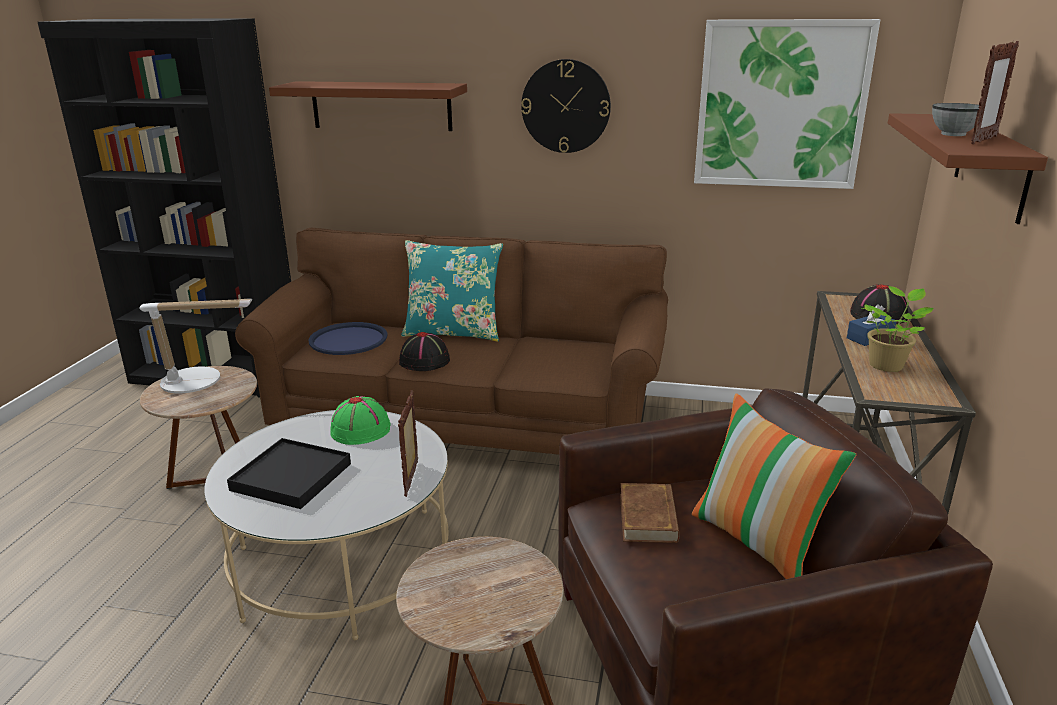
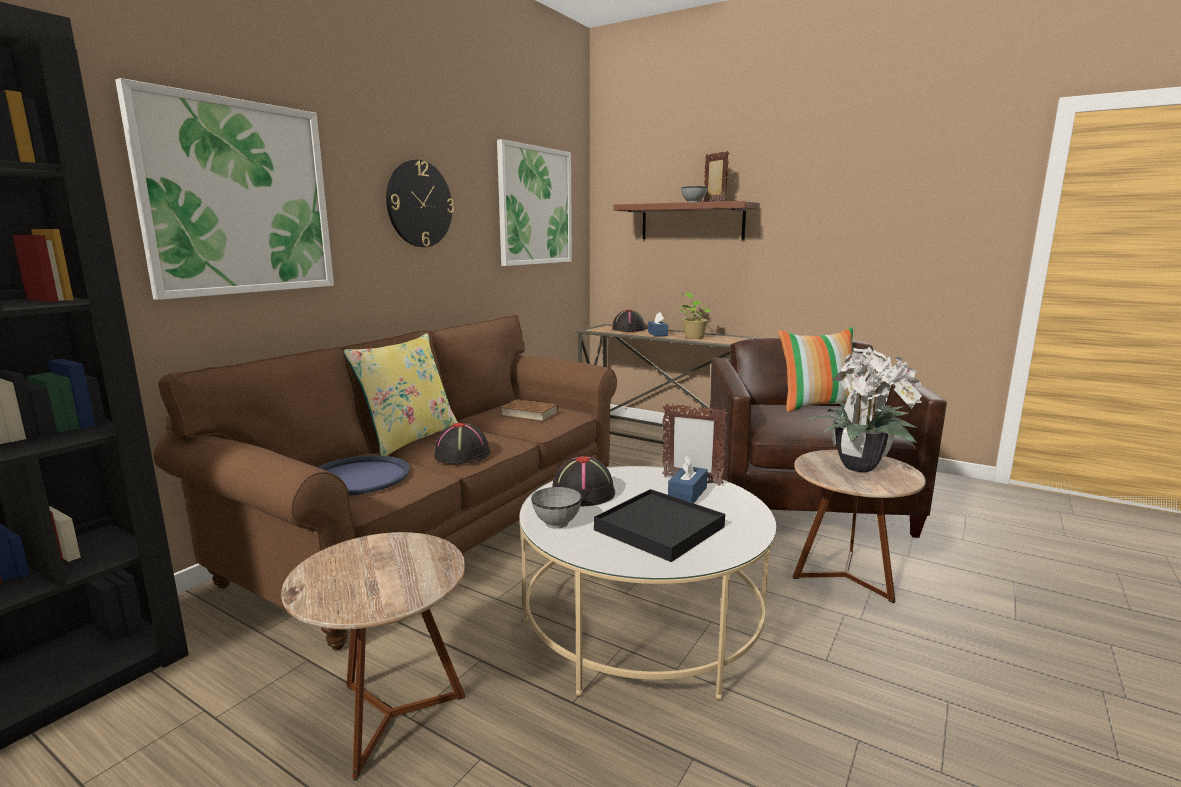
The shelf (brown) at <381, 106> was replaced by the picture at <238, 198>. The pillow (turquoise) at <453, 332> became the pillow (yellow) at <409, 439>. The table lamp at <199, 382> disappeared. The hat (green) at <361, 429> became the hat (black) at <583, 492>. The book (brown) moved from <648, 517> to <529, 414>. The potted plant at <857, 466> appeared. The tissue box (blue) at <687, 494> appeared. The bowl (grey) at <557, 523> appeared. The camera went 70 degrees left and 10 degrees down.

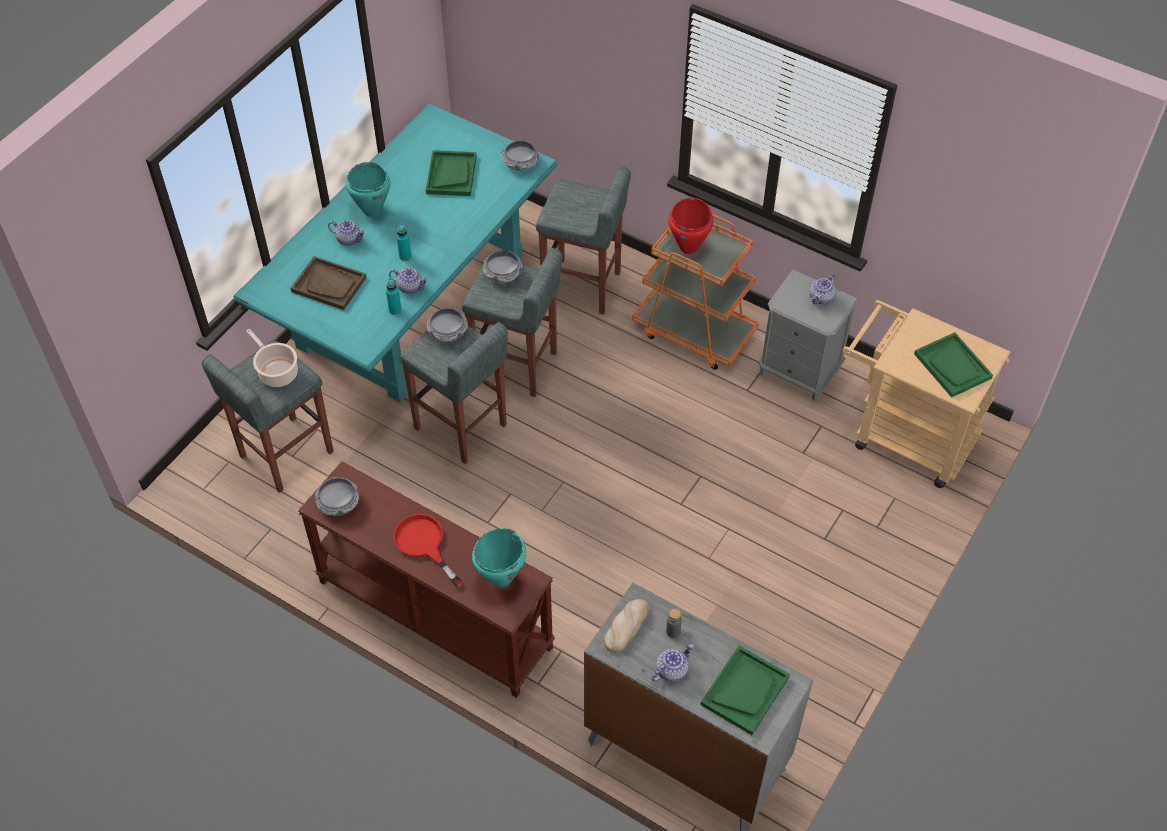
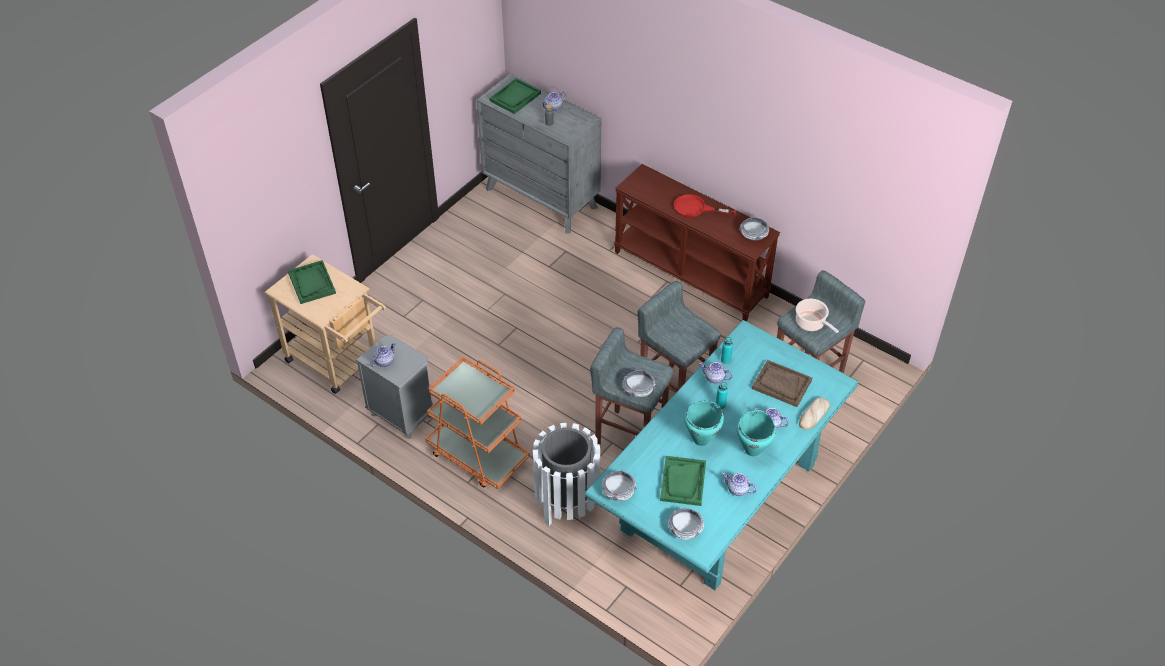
The stool (grey) at <582, 287> was replaced by the trash can (white) at <567, 503>. The cooking pot (red) at <689, 247> disappeared. The bowl moved from <447, 331> to <685, 528>. The frying pan (red) at <424, 544> turned 135 degrees clockwise. The cooking pot (turquoise) moved from <501, 578> to <701, 439>. The bread moved from <626, 626> to <814, 415>. The teapot at <737, 489> appeared. The camera went 175 degrees left and 5 degrees down.

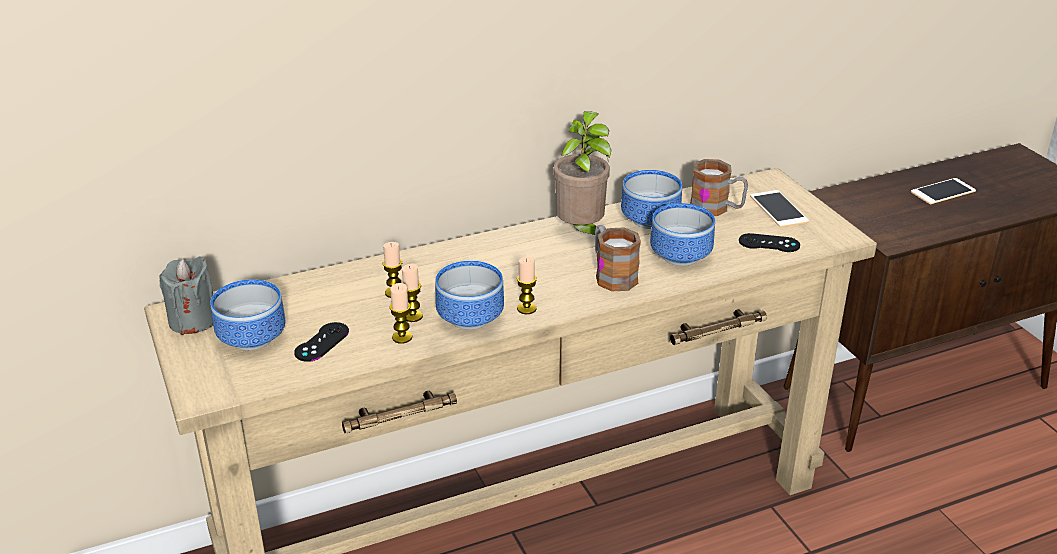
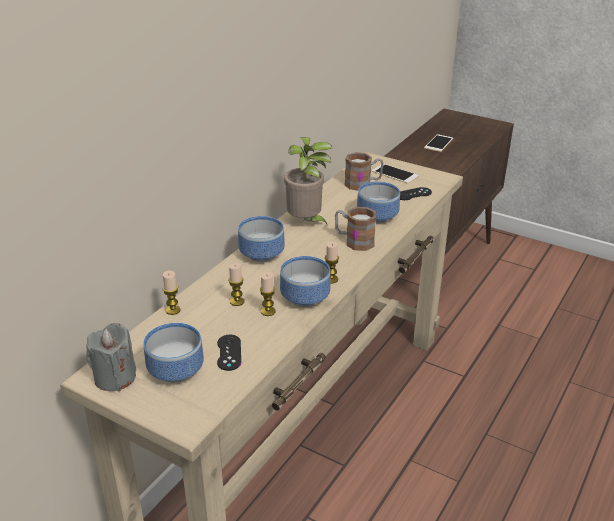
The bowl moved from <647, 220> to <259, 255>. The candle moved from <402, 337> to <173, 310>. The camera went 35 degrees left and 0 degrees up.

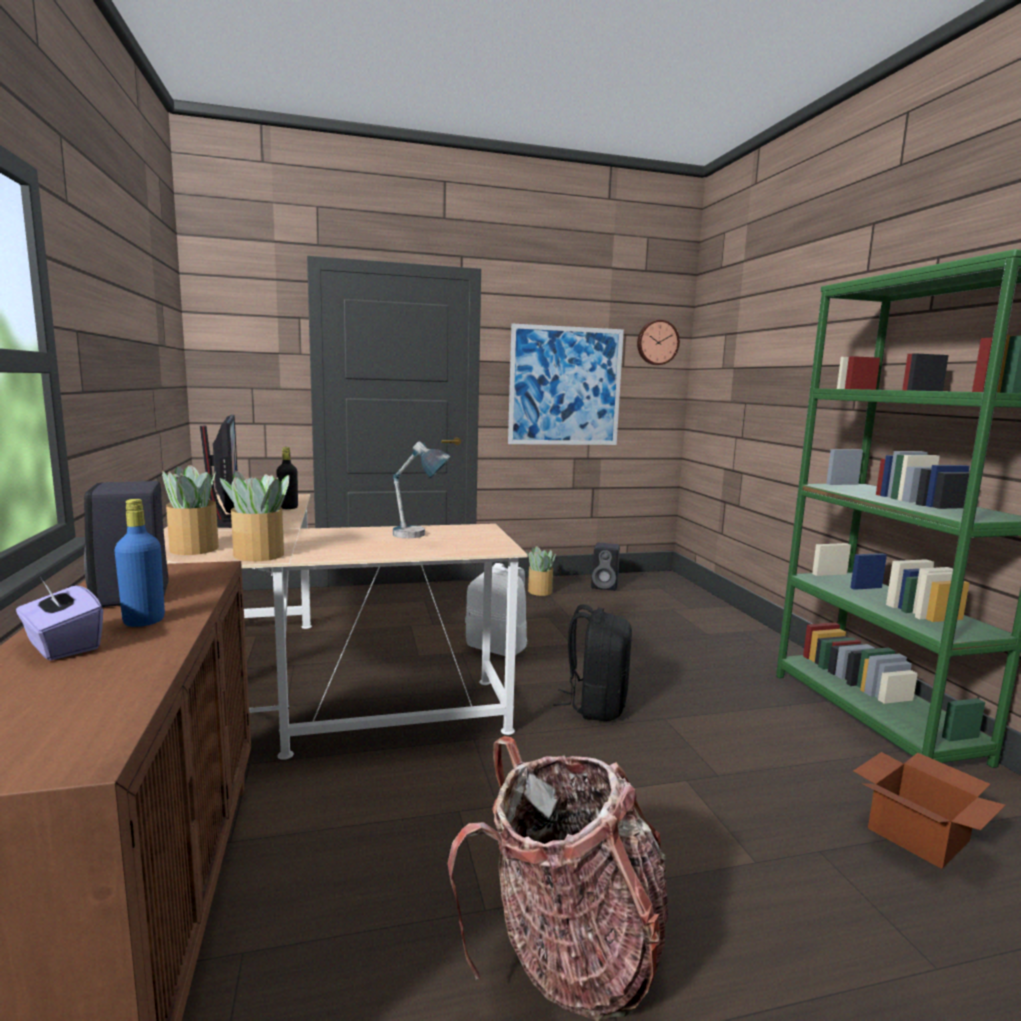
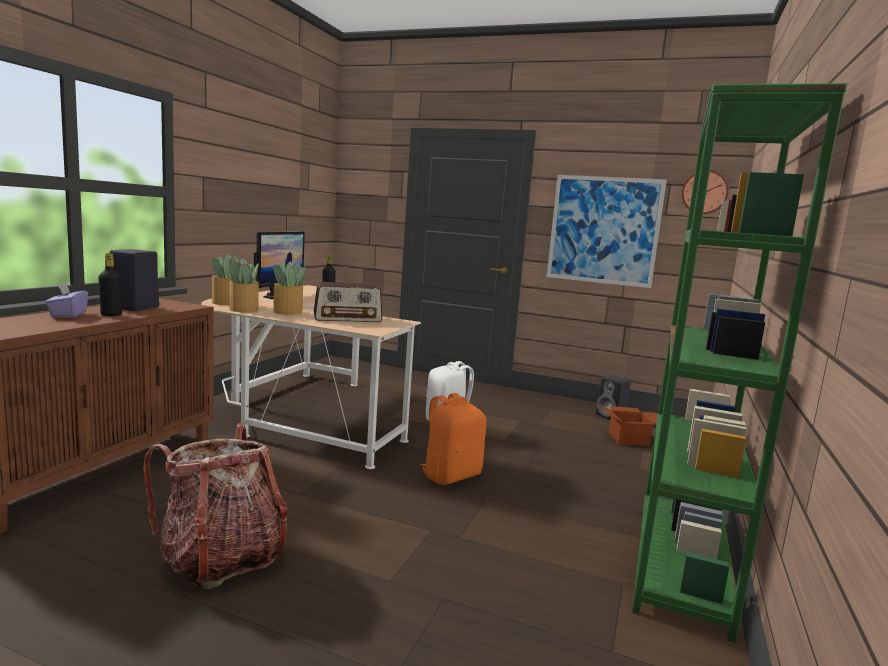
The table lamp at <418, 537> was replaced by the radio at <347, 318>. The bottle (blue) at <144, 621> became the bottle (black) at <111, 315>. The potted plant moved from <540, 591> to <287, 312>. The backpack (black) at <595, 705> became the backpack (orange) at <451, 475>. The cardboard box moved from <920, 835> to <629, 439>. The camera went 35 degrees right and 0 degrees up.

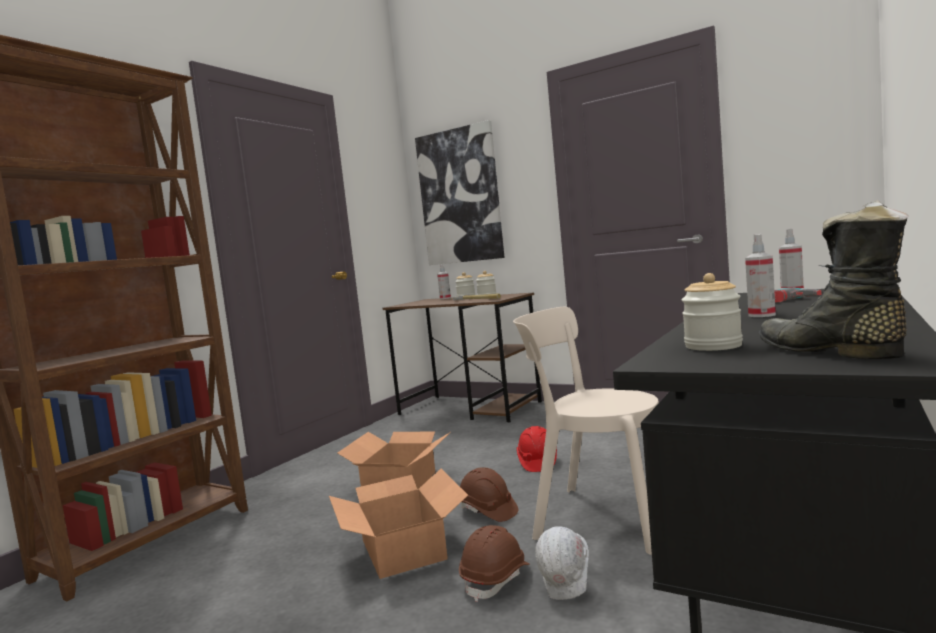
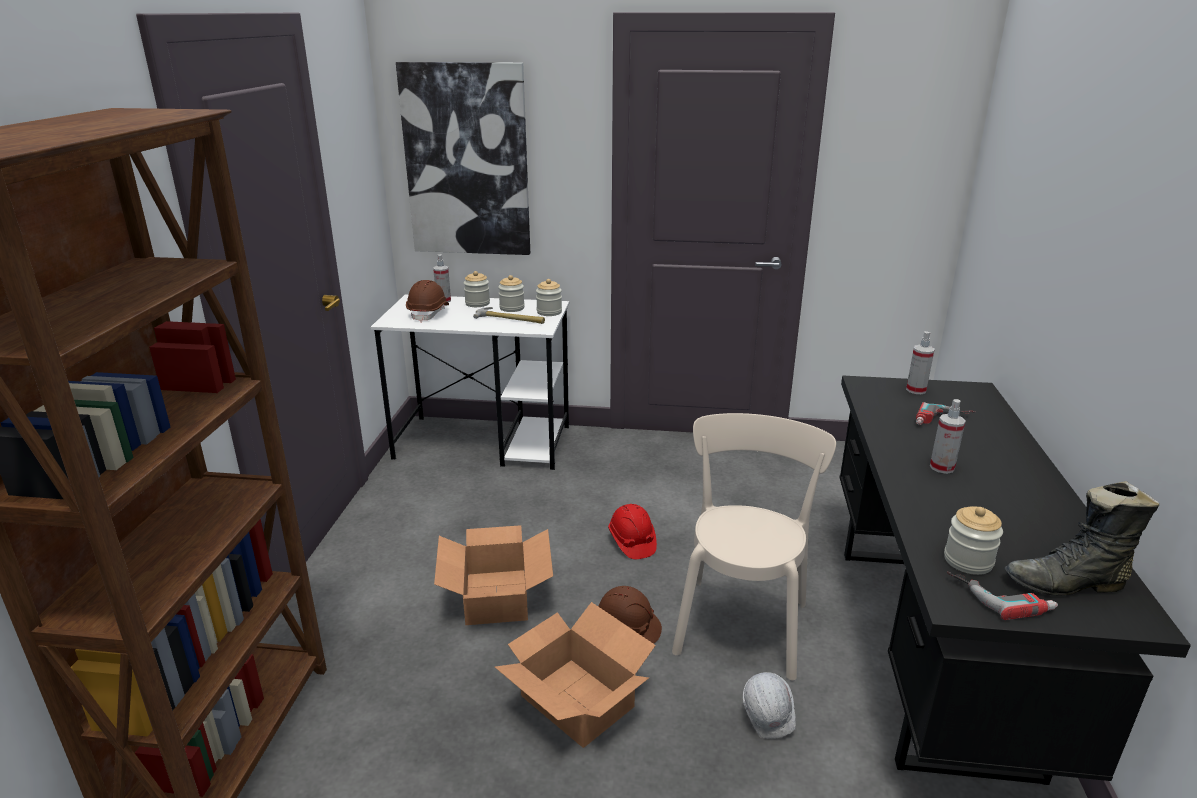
The boot (black) at <827, 351> turned 45 degrees counterclockwise. The desk (brown) at <470, 408> became the desk (white) at <484, 442>. The chair (beige) at <598, 517> turned 105 degrees clockwise. The hard hat (brown) moved from <496, 578> to <429, 313>. The jar at <549, 312> appeared. The power drill at <1000, 595> appeared. The camera went 25 degrees left and 20 degrees up.

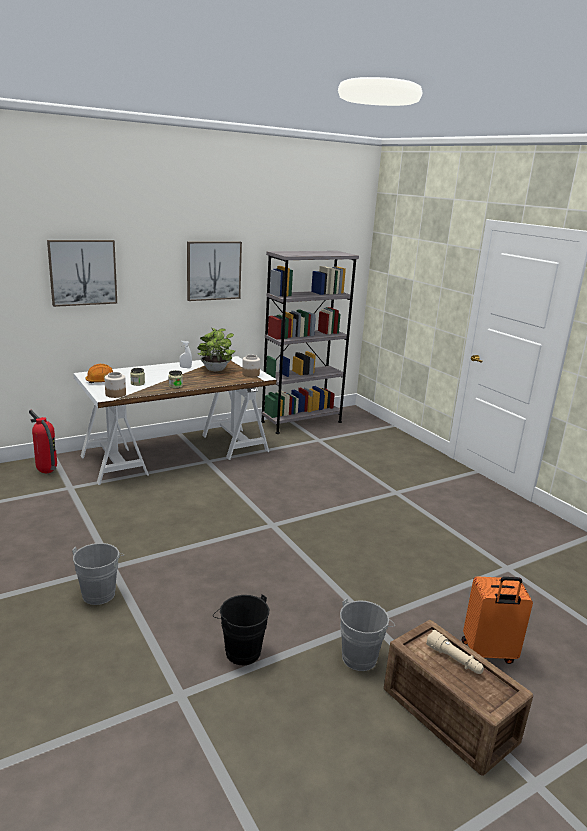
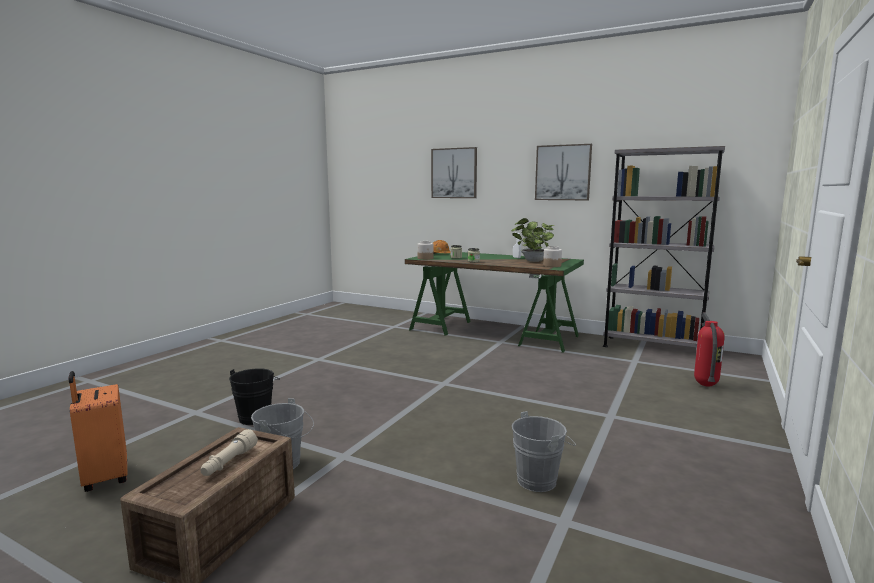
The desk (white) at <177, 453> became the desk (green) at <492, 332>. The fire extinguisher moved from <46, 472> to <704, 385>. The bucket (grey) moved from <100, 592> to <540, 480>. The suitcase (orange) moved from <488, 653> to <104, 478>. The camera went 60 degrees right and 10 degrees down.

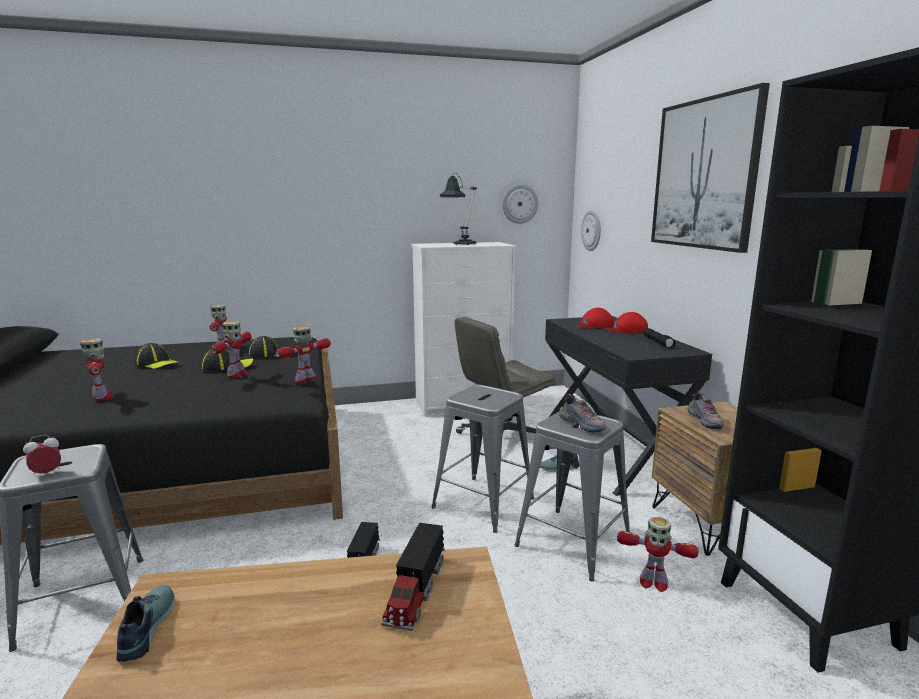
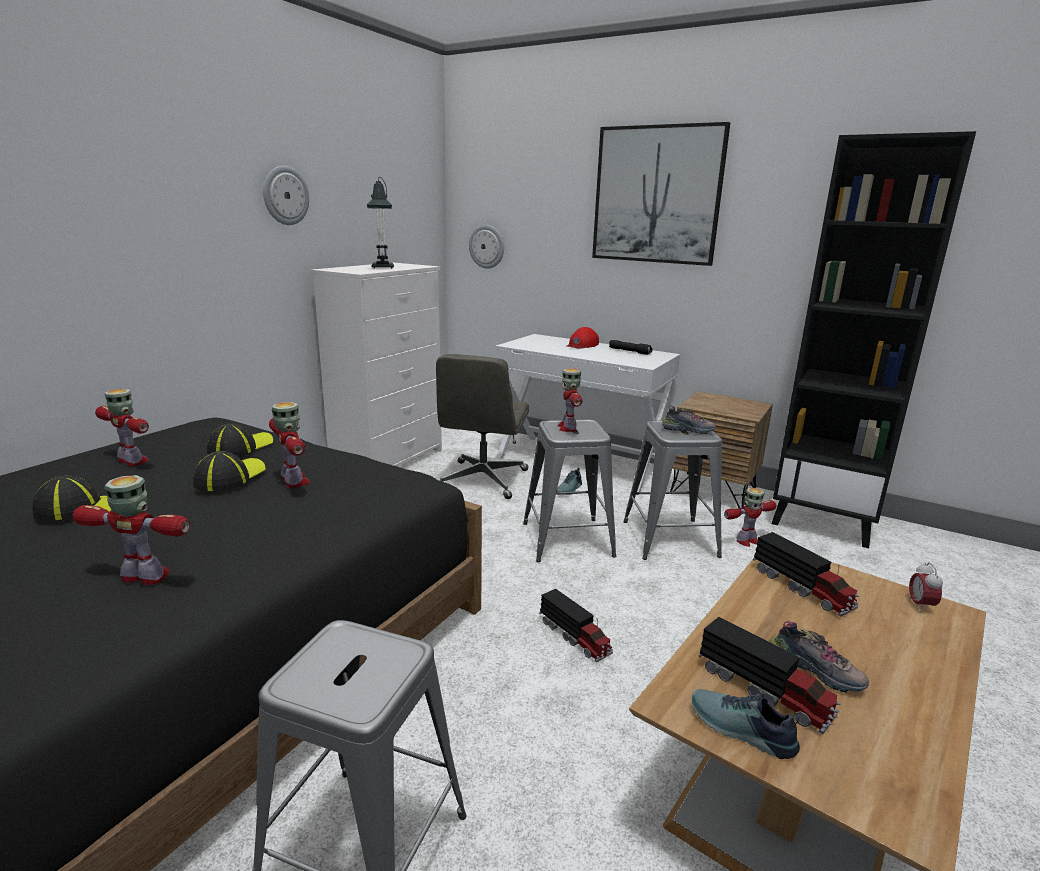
The wall clock moved from <520, 204> to <285, 195>. The cap (red) at <593, 325> disappeared. The desk (black) at <610, 451> became the desk (white) at <580, 463>. The toy robot moved from <305, 380> to <567, 427>. The shoe moved from <706, 421> to <816, 670>. The alarm clock moved from <47, 473> to <920, 605>. The toy truck at <765, 691> appeared. The camera went 45 degrees left and 5 degrees up.

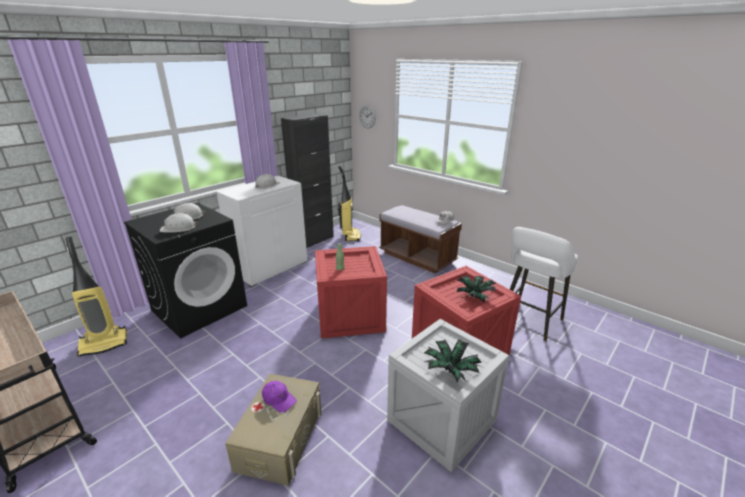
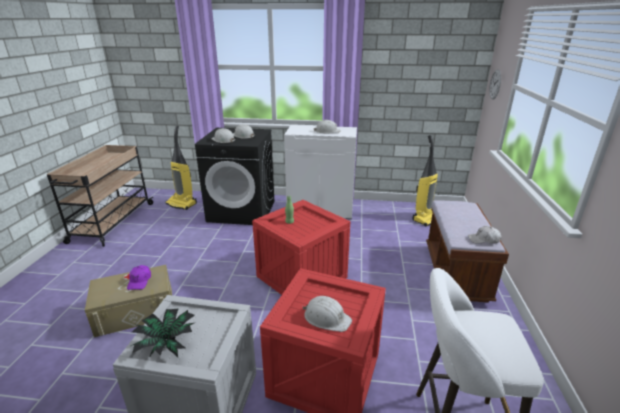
The cabinet (black) at <313, 240> disappeared. The potted plant at <475, 296> was replaced by the hard hat (white) at <326, 318>. The camera went 55 degrees right and 0 degrees up.

